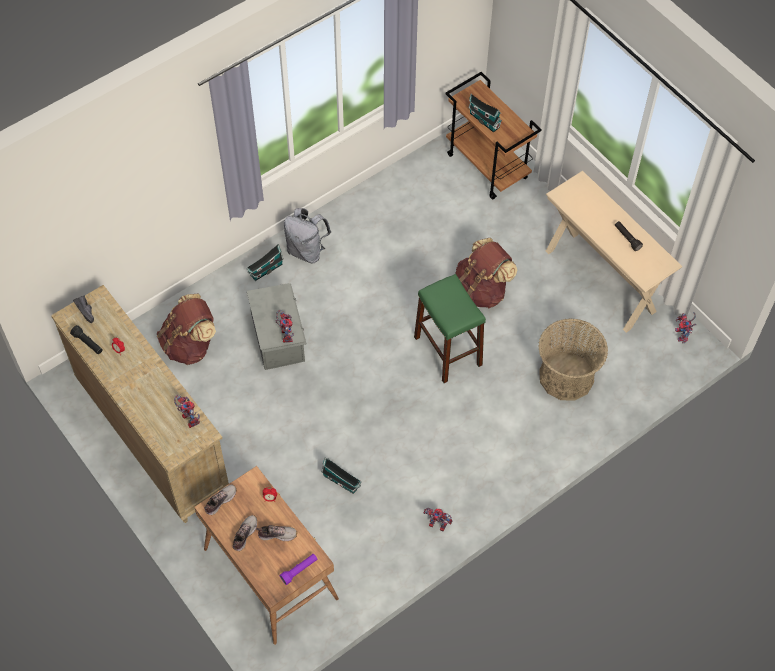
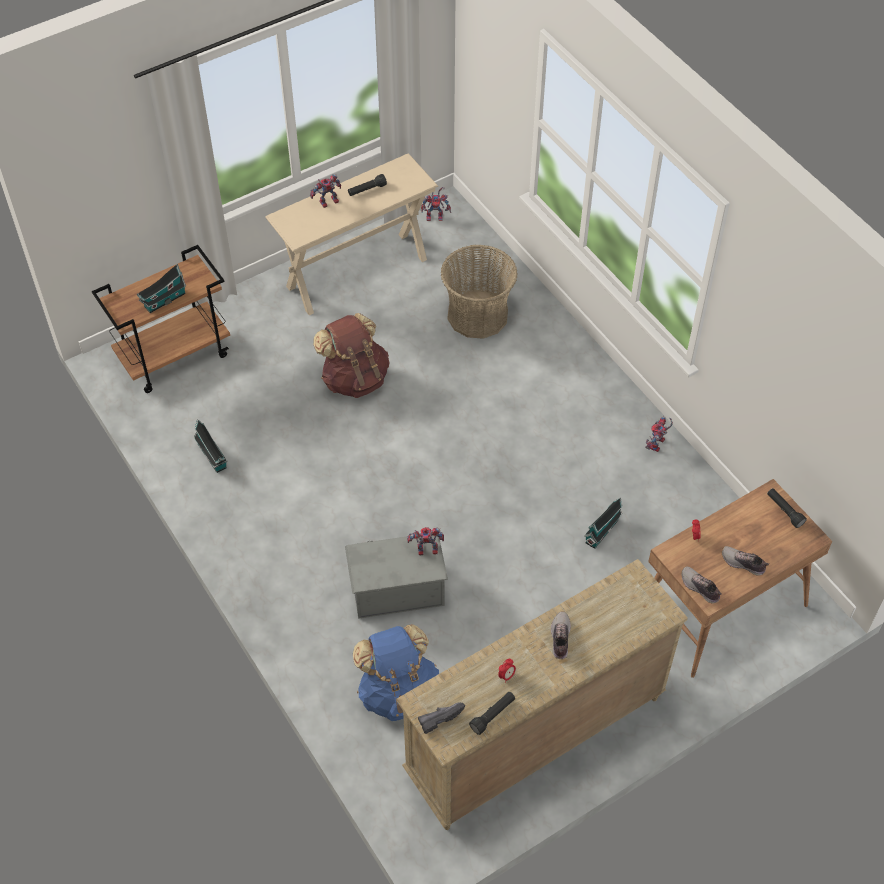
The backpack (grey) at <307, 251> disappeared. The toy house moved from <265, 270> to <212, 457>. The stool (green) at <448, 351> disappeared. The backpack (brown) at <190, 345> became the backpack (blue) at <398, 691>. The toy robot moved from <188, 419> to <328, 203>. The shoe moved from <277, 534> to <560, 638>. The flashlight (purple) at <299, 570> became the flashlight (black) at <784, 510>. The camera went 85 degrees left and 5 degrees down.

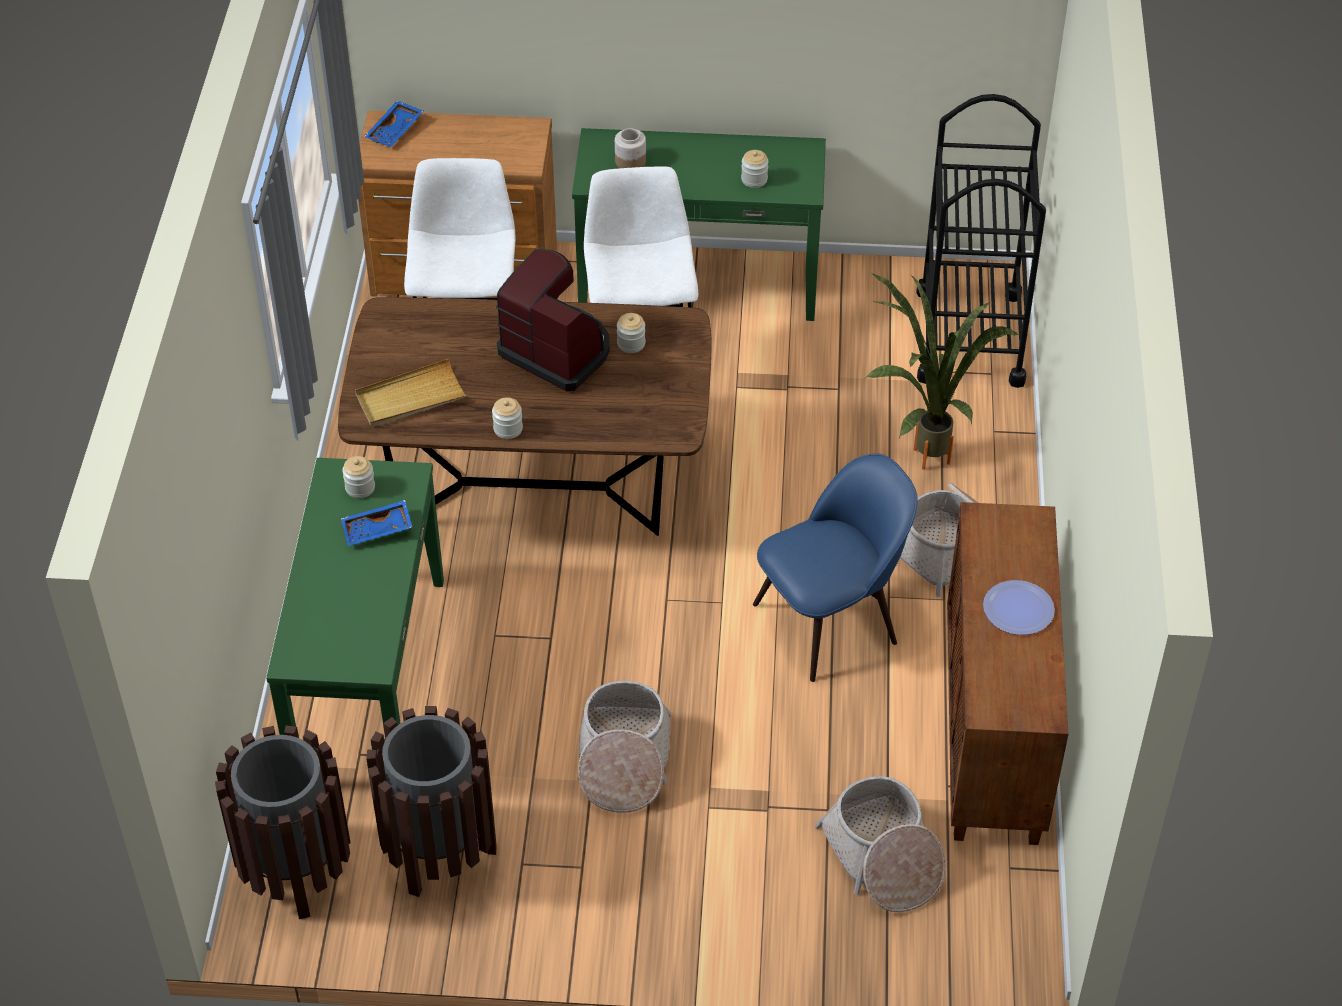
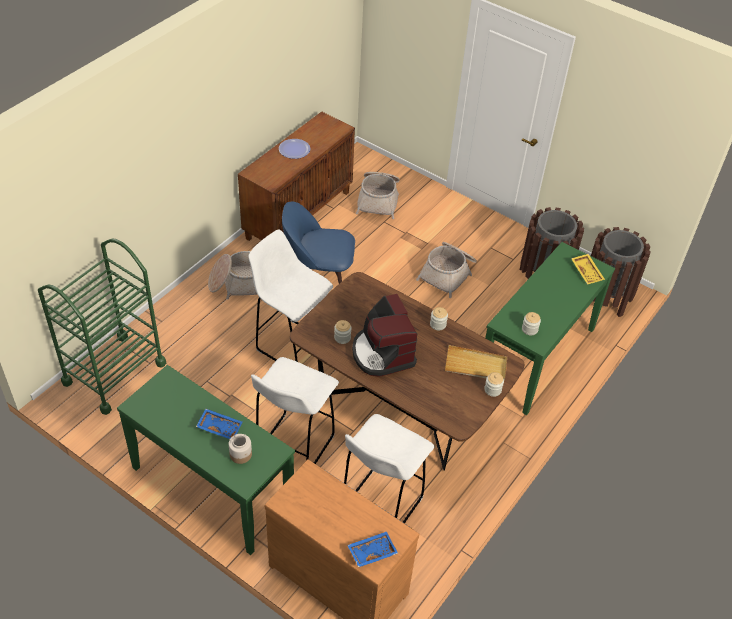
The cart (black) at <970, 337> became the cart (green) at <114, 373>. The jar moved from <754, 179> to <492, 390>. The potted plant at <919, 456> disappeared. The tray (blue) moved from <377, 530> to <220, 427>. The stool (white) at <291, 344> appeared. The tray (yellow) at <587, 272> appeared. The camera went 150 degrees left and 0 degrees up.

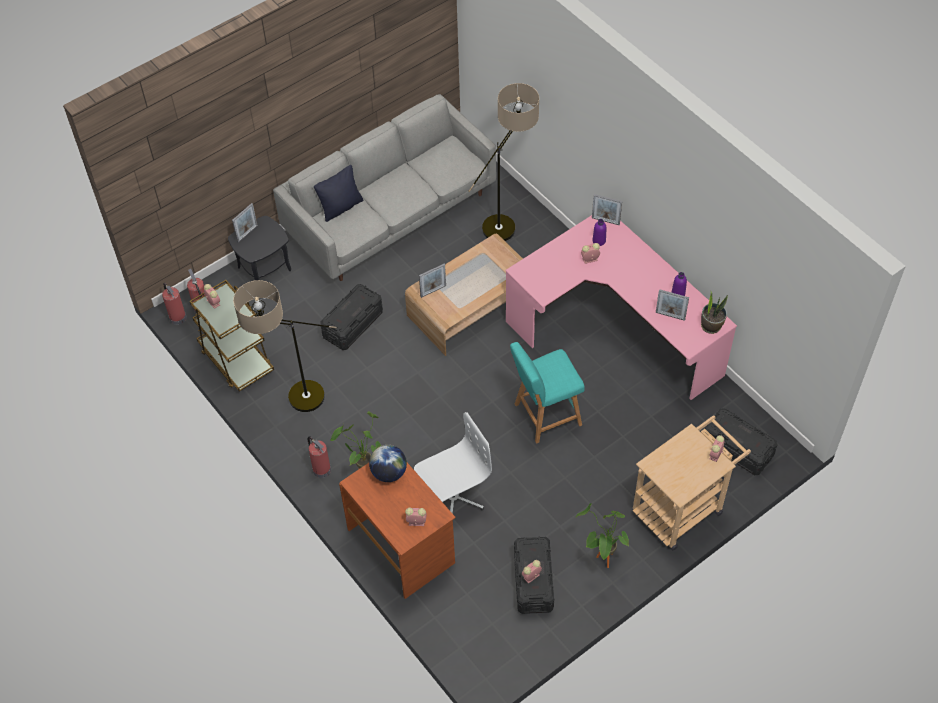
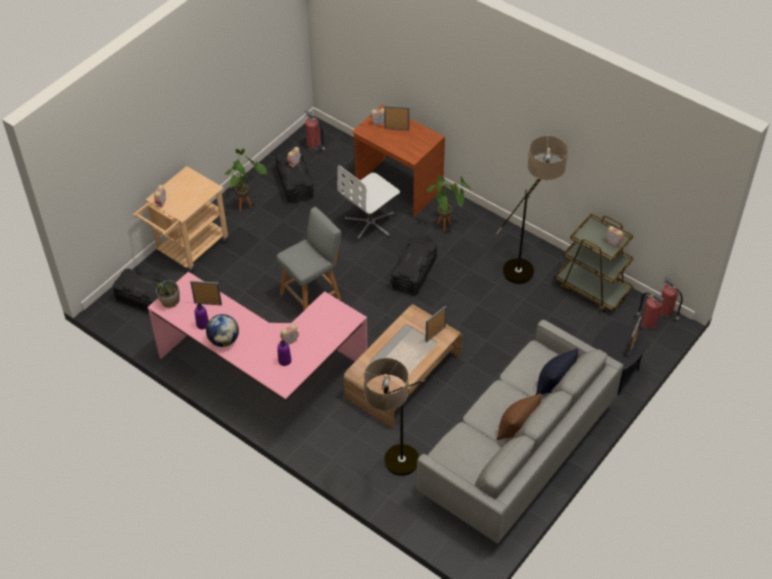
The picture frame moved from <605, 221> to <396, 129>. The storage box (black) moved from <352, 324> to <414, 273>. The stool (turquoise) at <544, 415> became the stool (grey) at <313, 295>. The fire extinguisher moved from <321, 469> to <314, 146>. The globe moved from <389, 472> to <224, 340>. The pillow (brown) at <516, 428> appeared. The camera went 165 degrees right and 5 degrees down.

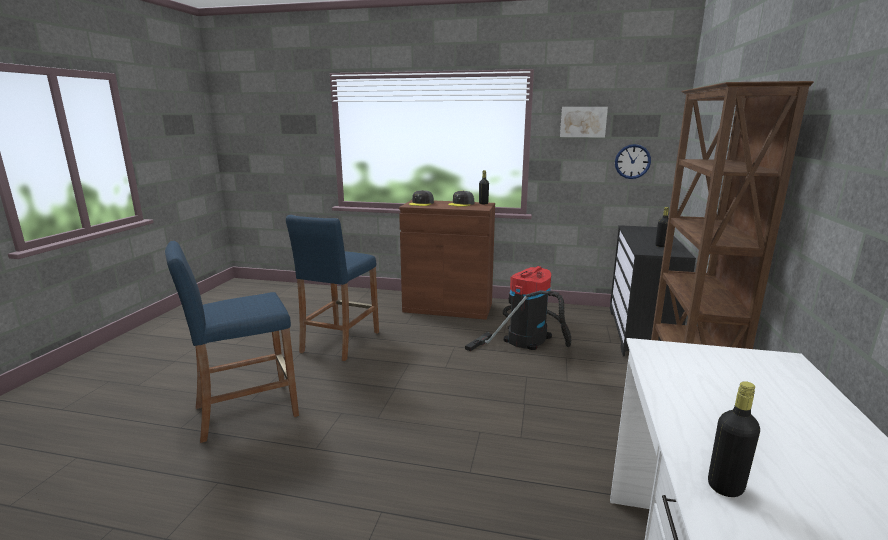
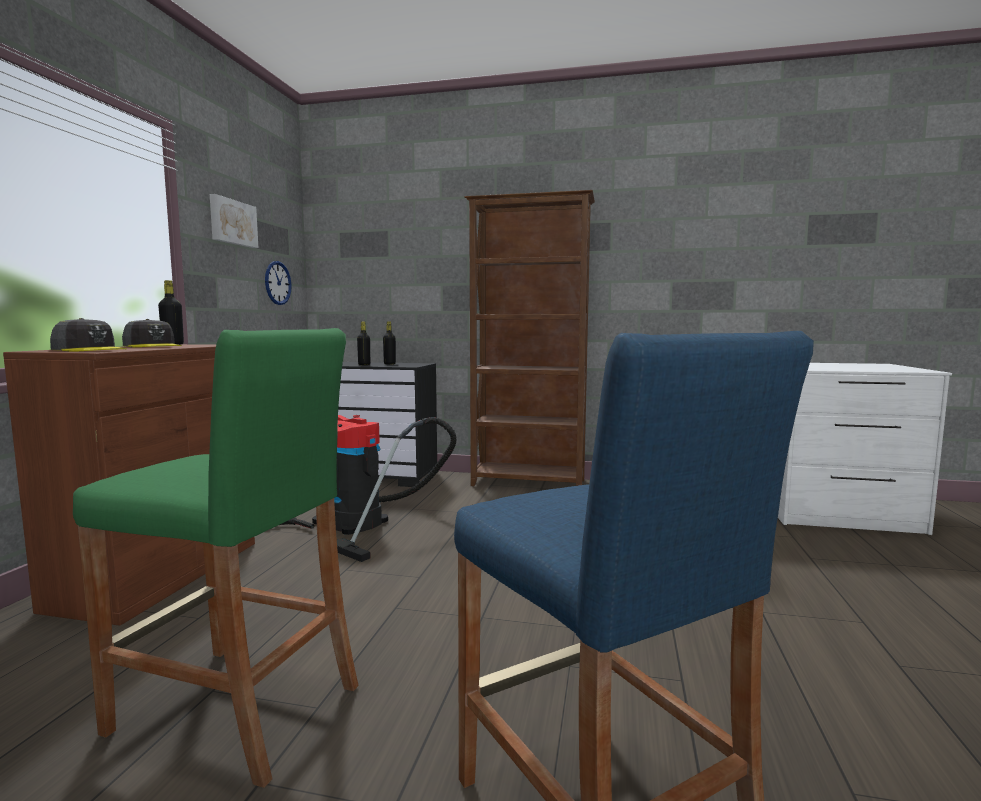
The stool (blue) at <340, 342> became the stool (green) at <235, 709>. The bottle (black) moved from <725, 486> to <364, 364>. The camera went 90 degrees left and 10 degrees down.

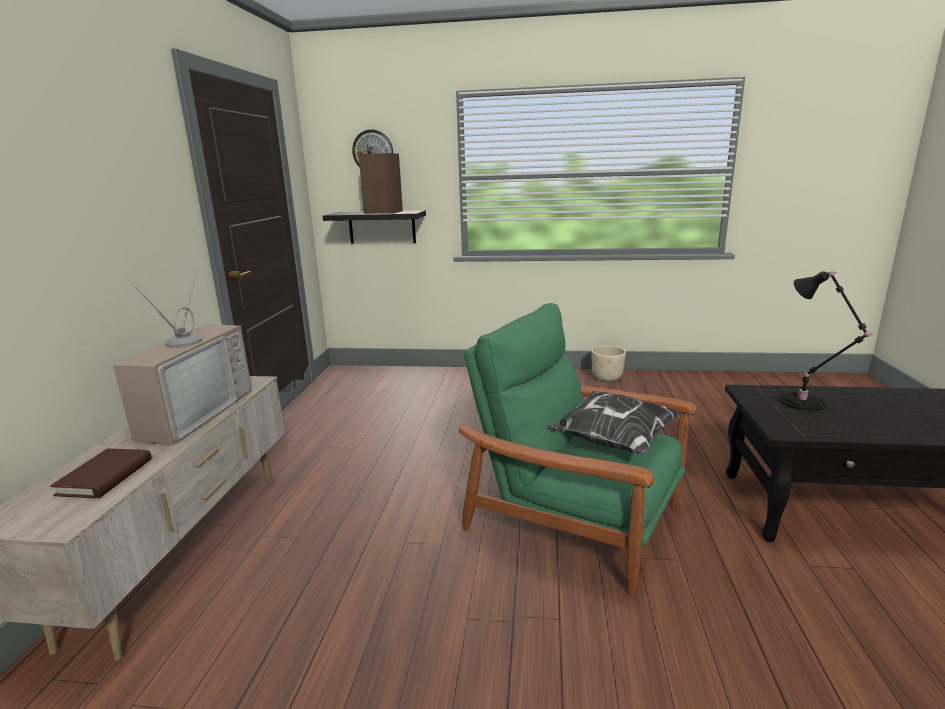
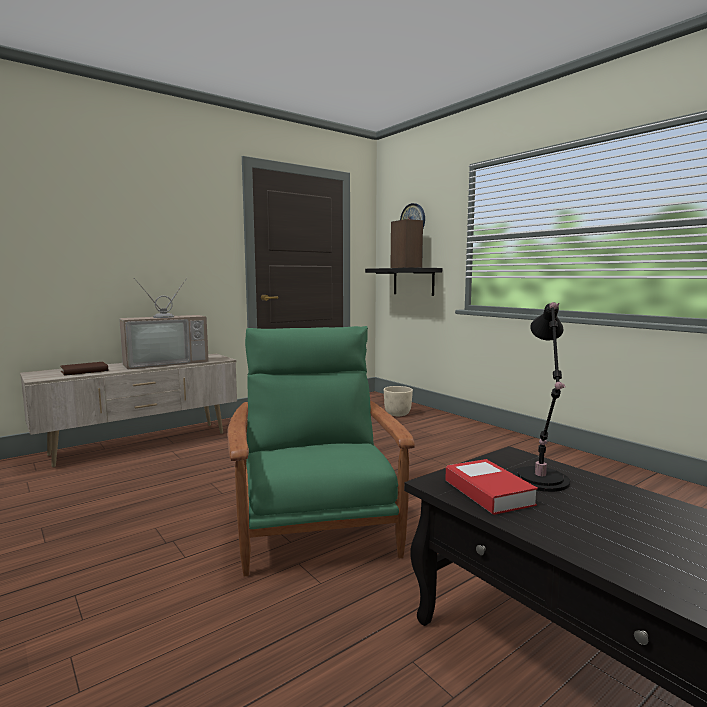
The planter (beige) moved from <607, 378> to <398, 414>. The pillow at <610, 442> disappeared. The book at <488, 493> appeared. The camera went 45 degrees right and 10 degrees down.

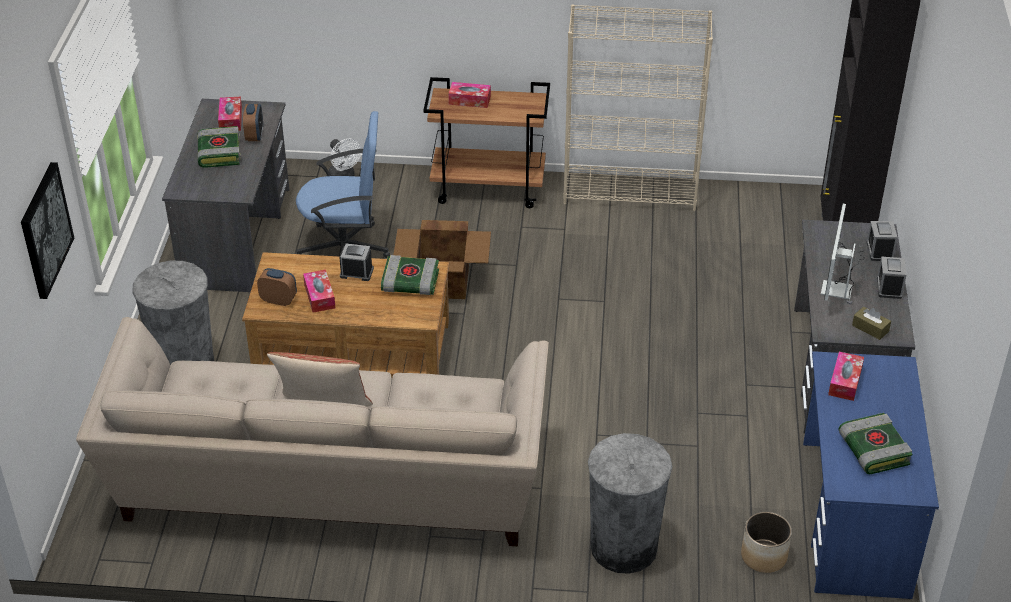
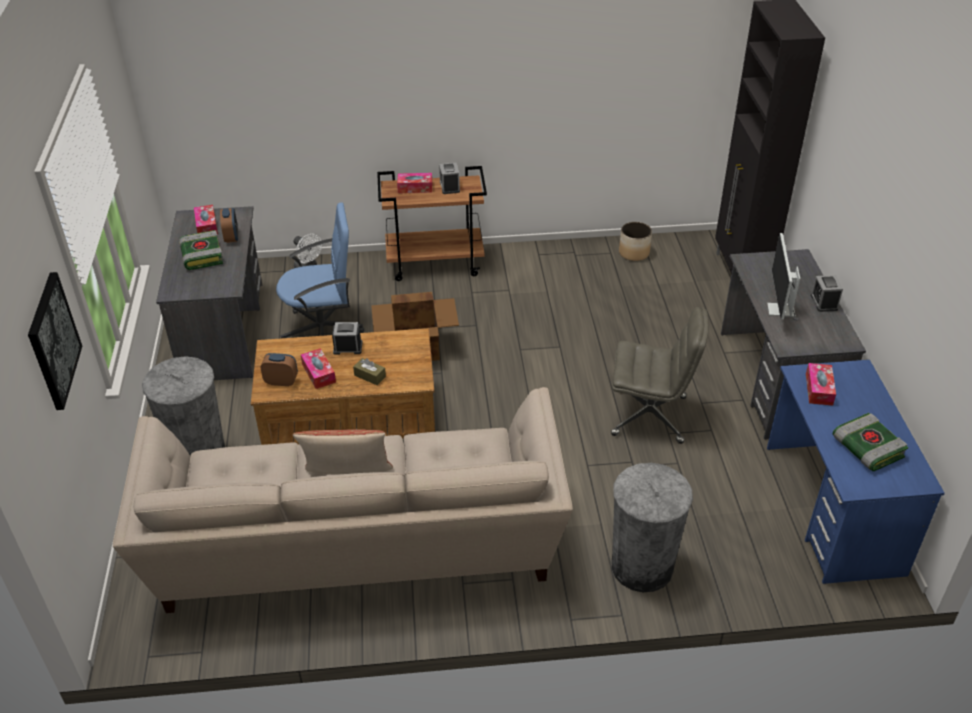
The bookcase (beige) at <630, 192> disappeared. The alarm clock moved from <879, 250> to <449, 187>. The book at <409, 282> disappeared. The tissue box (brown) moved from <870, 328> to <370, 376>. The planter moved from <764, 556> to <634, 253>. The office chair (grey) at <650, 416> appeared. The camera went 10 degrees left and 0 degrees up.

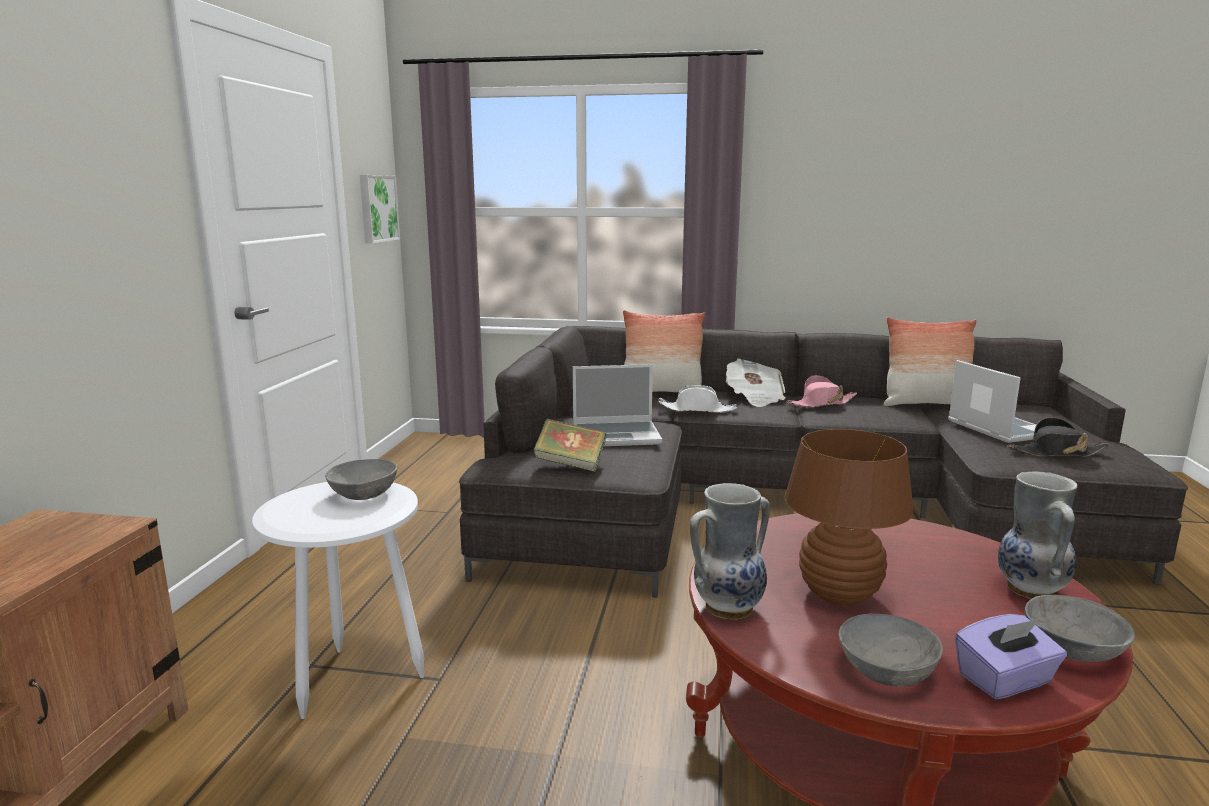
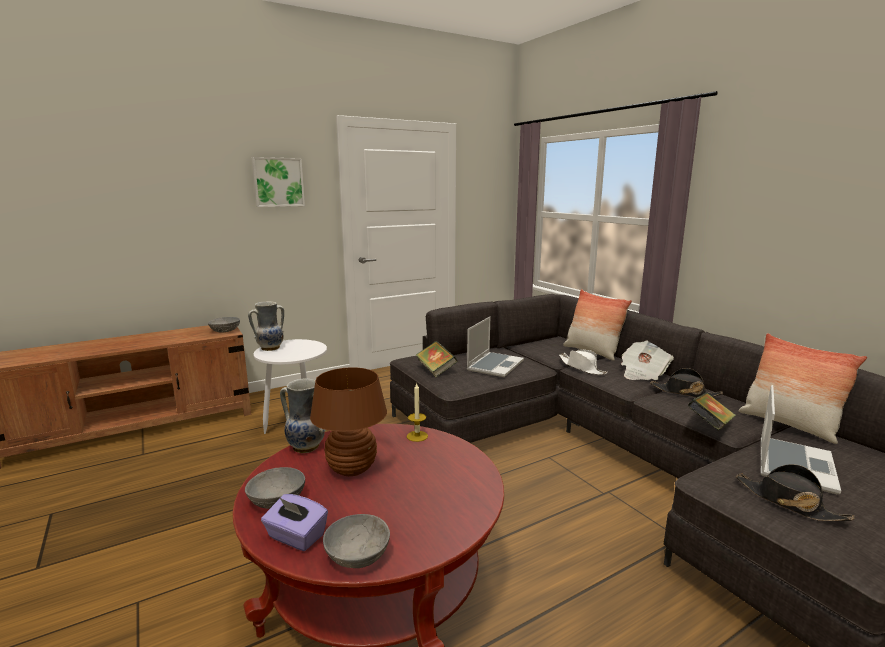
The picture moved from <377, 208> to <278, 182>. The laptop at <617, 435> turned 105 degrees counterclockwise. The hat (pink) at <821, 403> became the hat (black) at <684, 392>. The bowl (grey) moved from <365, 494> to <225, 331>. The vase moved from <1029, 590> to <270, 348>. The candle at <417, 436> appeared. The book at <709, 426> appeared. The camera went 50 degrees right and 0 degrees up.

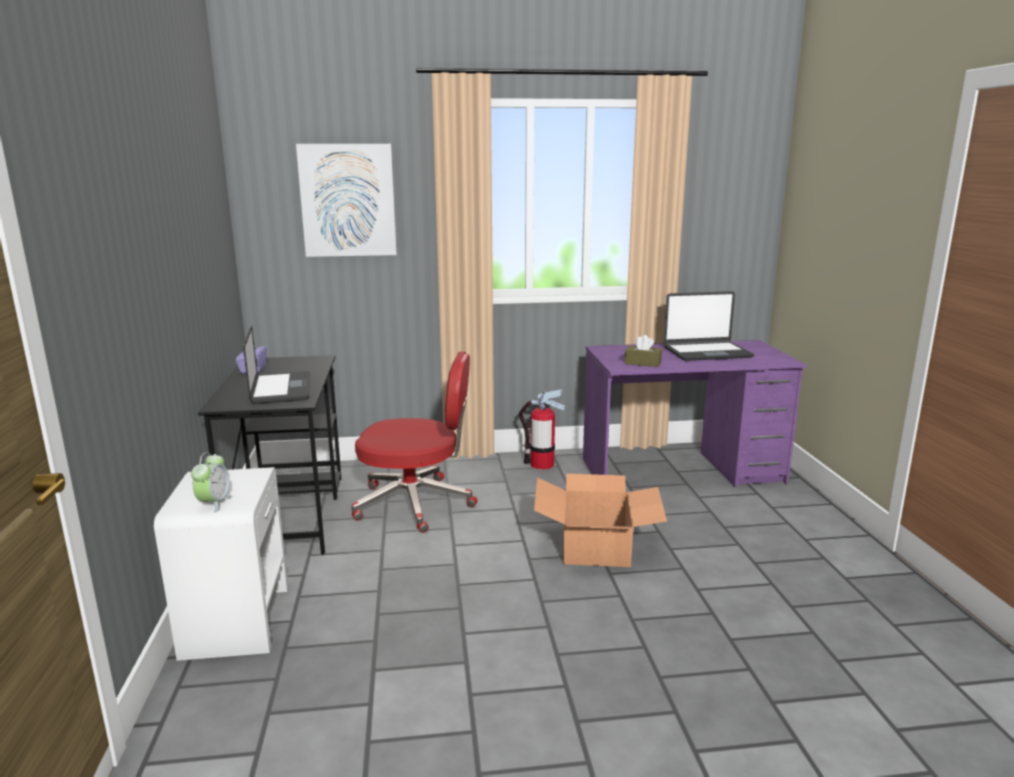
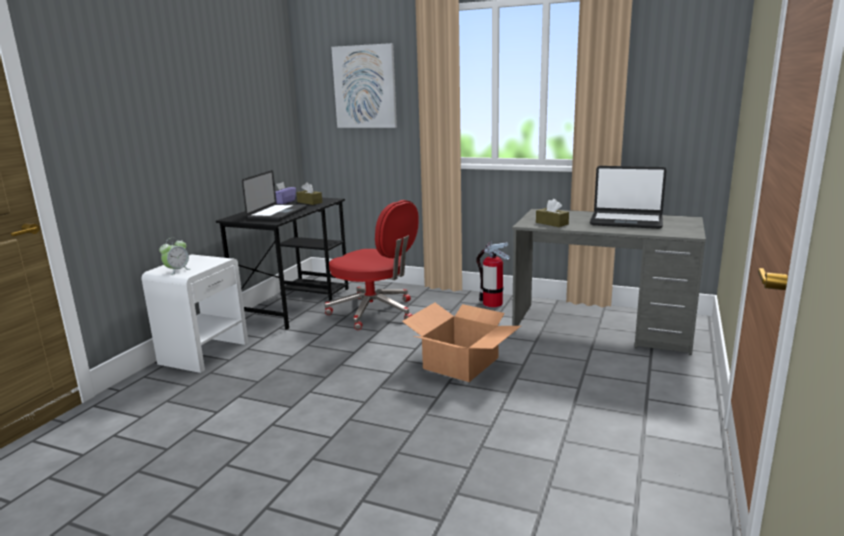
The desk (purple) at <681, 471> became the desk (grey) at <601, 328>. The tissue box (brown) at <309, 202> appeared. The camera went 30 degrees right and 0 degrees up.

